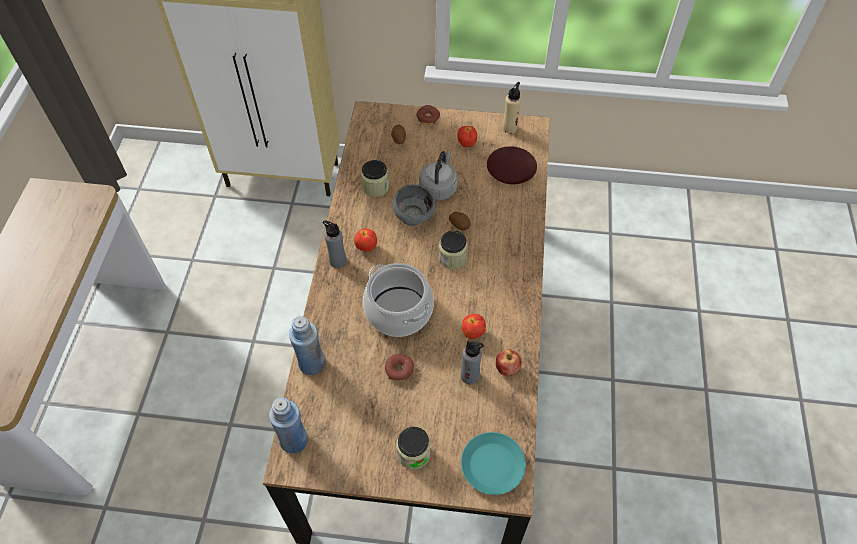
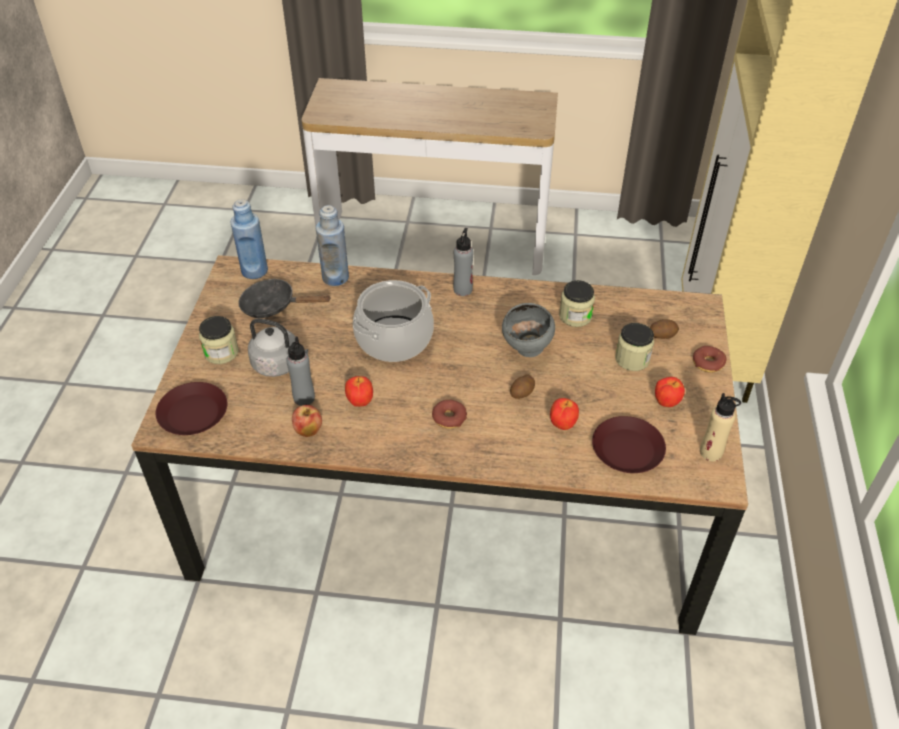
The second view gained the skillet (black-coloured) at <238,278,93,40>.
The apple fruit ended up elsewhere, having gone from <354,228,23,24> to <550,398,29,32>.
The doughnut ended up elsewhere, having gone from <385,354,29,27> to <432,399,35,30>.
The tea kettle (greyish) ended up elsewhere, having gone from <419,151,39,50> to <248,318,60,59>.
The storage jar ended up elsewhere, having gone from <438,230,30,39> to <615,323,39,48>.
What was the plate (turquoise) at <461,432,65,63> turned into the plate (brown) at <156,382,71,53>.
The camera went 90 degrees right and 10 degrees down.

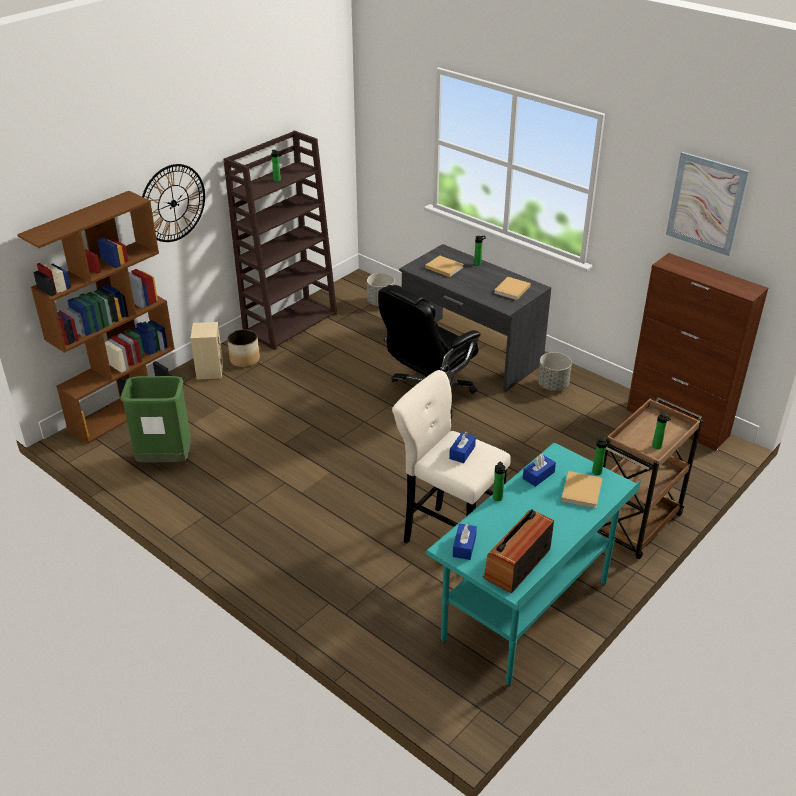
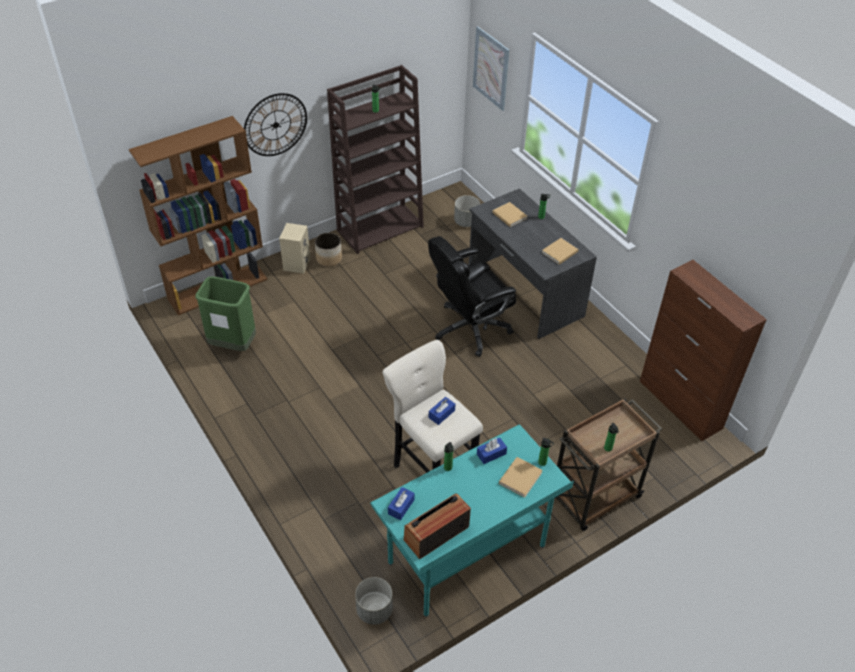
The flower pot (greyish) ended up elsewhere, having gone from <538,352,34,39> to <355,577,38,48>.
The wall art ended up elsewhere, having gone from <666,152,83,104> to <473,26,37,85>.
The camera went 15 degrees right and 10 degrees up.

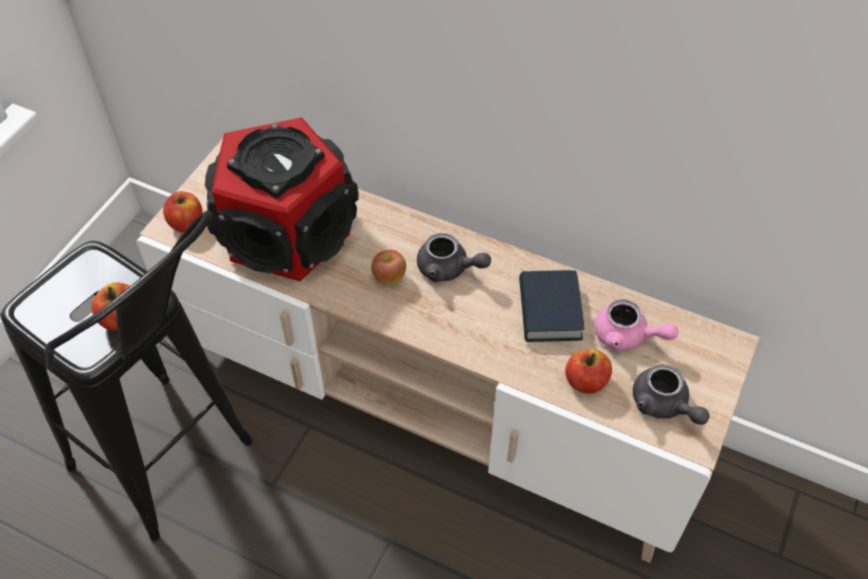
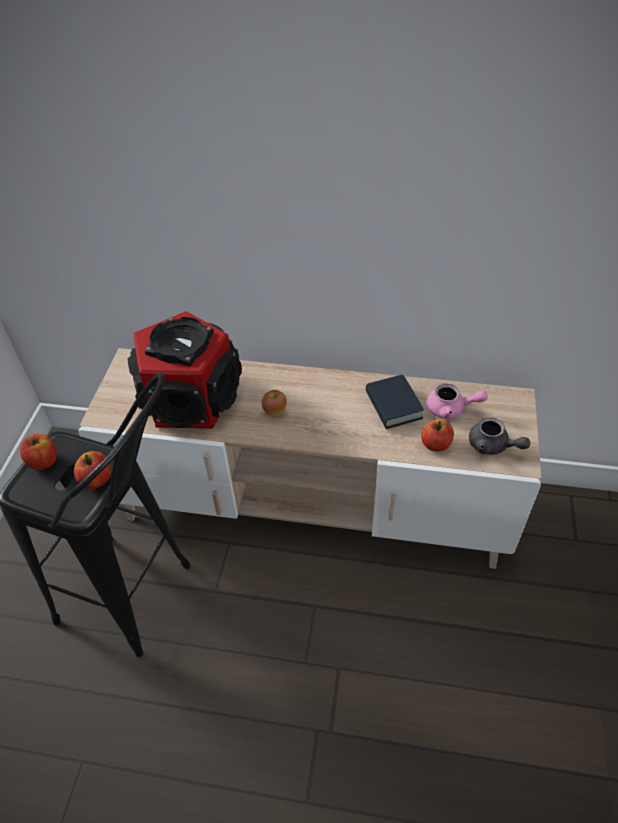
The second view lost the tea pot (greyish) at <417,233,74,49>.
The apple fruit ended up elsewhere, having gone from <163,191,40,42> to <20,434,37,36>.
The camera went 15 degrees left and 5 degrees down.

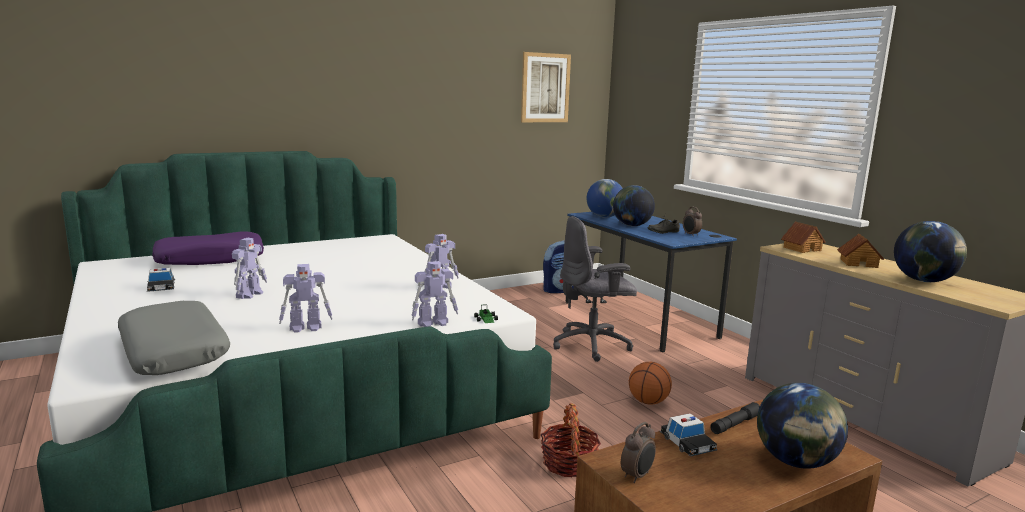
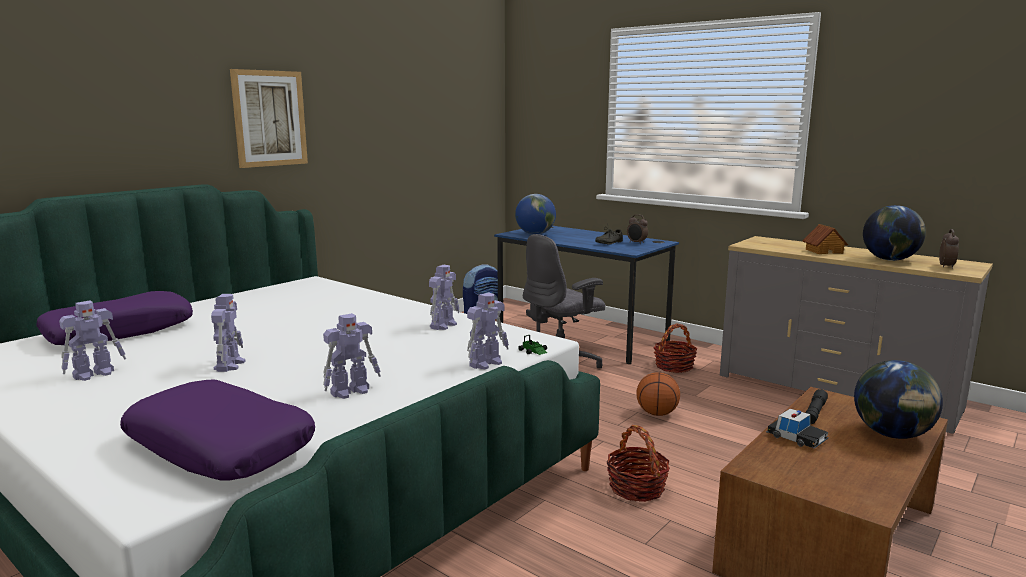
The second view lost the globe at <613,185,42,41>.
The second view lost the toy house at <781,222,45,31>.
The second view gained the storage basket at <654,323,43,50>.
The wall art ended up elsewhere, having gone from <521,52,50,70> to <230,69,78,99>.
The alarm clock ended up elsewhere, having gone from <621,422,35,61> to <939,229,20,40>.
Where the model car stood at <147,268,28,24>, the toy robot came to stand at <59,300,67,81>.
What was the pillow (greyish) at <118,301,112,74> turned into the pillow (purple) at <120,380,195,101>.
The camera went 20 degrees left and 0 degrees up.

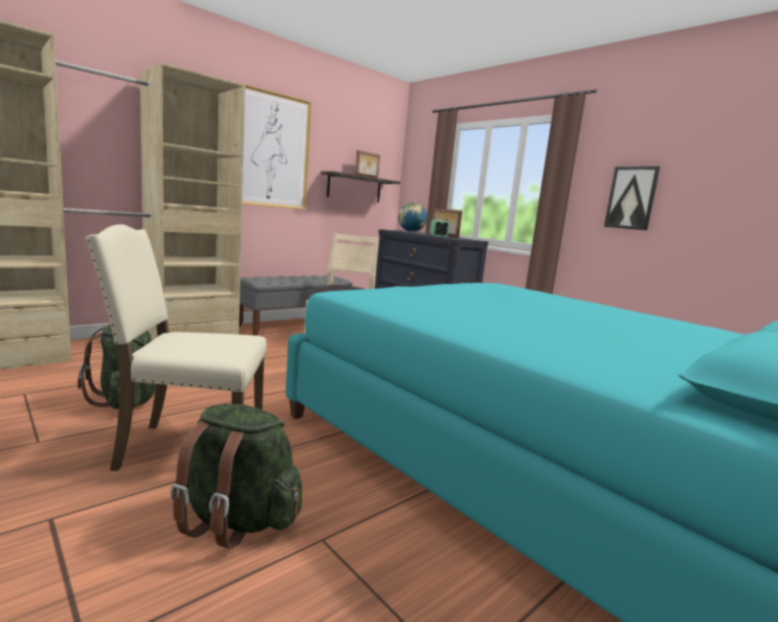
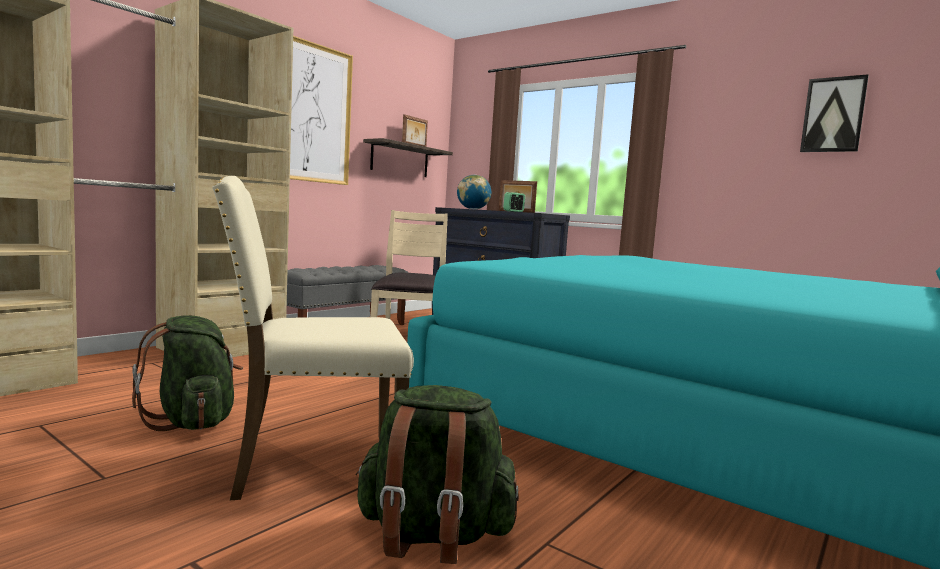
The wall art ended up elsewhere, having gone from <604,166,56,64> to <800,74,69,78>.
The camera went 10 degrees left and 5 degrees down.

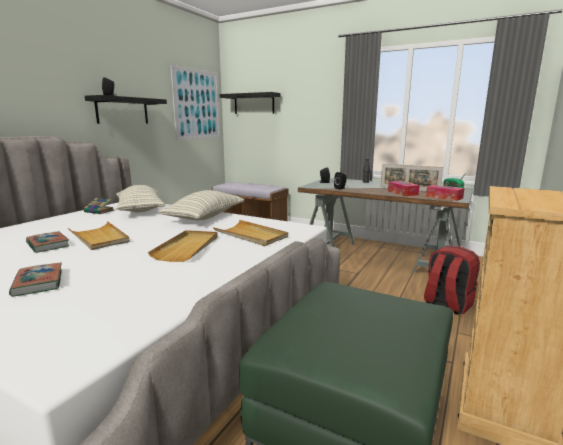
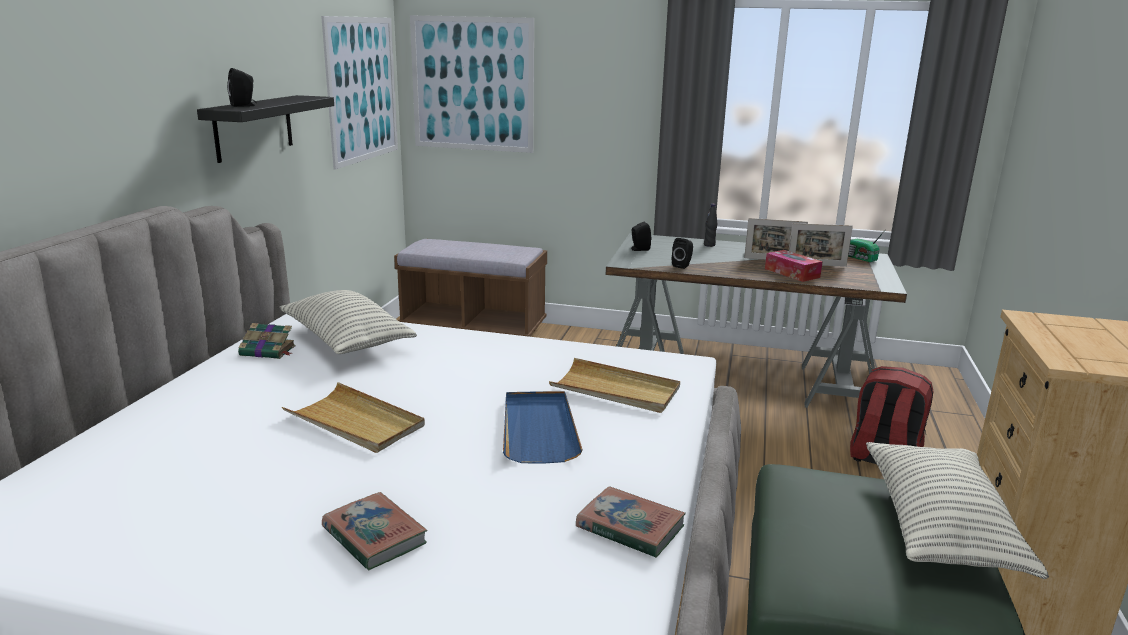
The second view lost the tissue holder at <426,185,39,16>.
The bound book ended up elsewhere, having gone from <26,231,44,22> to <576,486,110,72>.
The pillow ended up elsewhere, having gone from <158,190,86,30> to <866,442,183,137>.
Where the shelf (black-coloured) hung at <219,92,62,22>, the wall art came to hang at <410,15,124,138>.
What was the carrying tray (sand-coloured) at <148,230,70,32> turned into the carrying tray (blue-coloured) at <503,391,80,73>.
The camera went 15 degrees left and 5 degrees up.

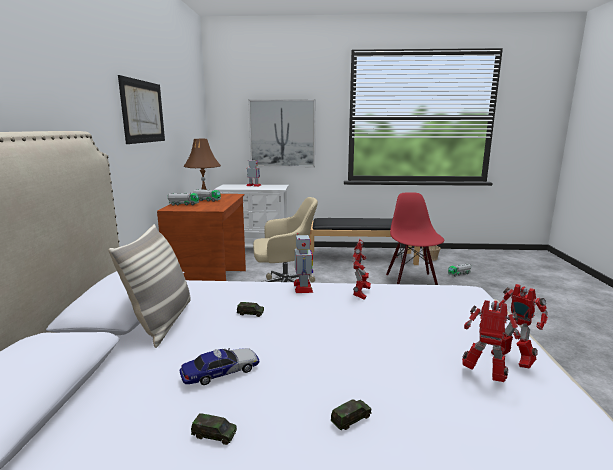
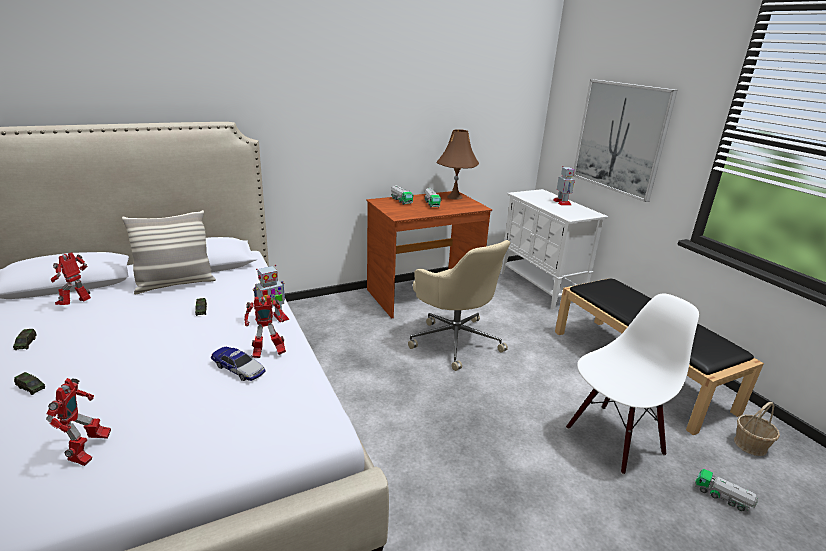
The second view lost the wall art at <118,75,47,69>.
The model car ended up elsewhere, having gone from <180,348,79,37> to <211,347,55,34>.
The toy robot ended up elsewhere, having gone from <491,284,57,85> to <51,252,40,53>.
What was the upright chair (reddish) at <386,192,58,93> turned into the upright chair (white-coloured) at <566,294,133,181>.
The camera went 60 degrees right and 10 degrees up.

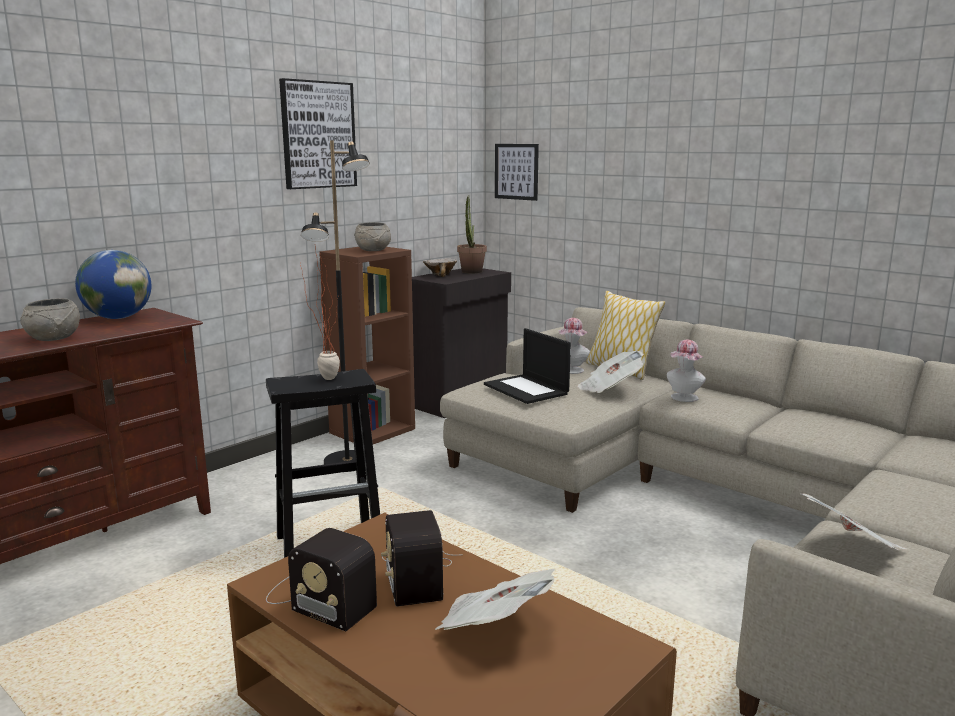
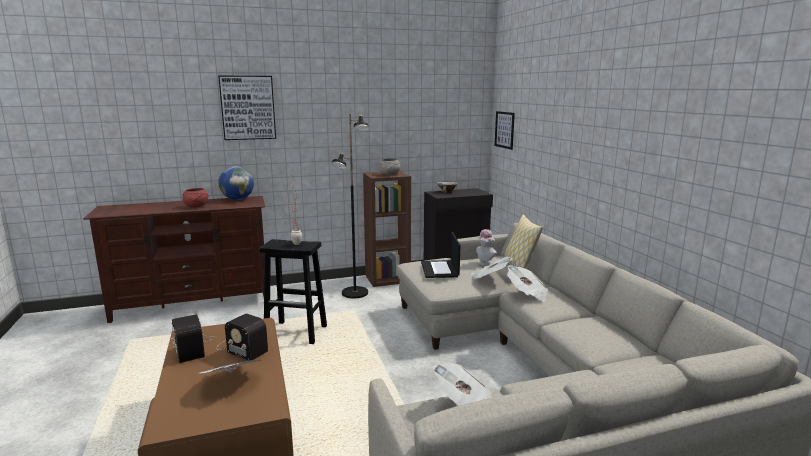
The second view lost the plant in a pot at <457,195,30,78>.
The wall art ended up elsewhere, having gone from <279,78,78,111> to <218,76,58,64>.
Where the hat stood at <667,340,39,62>, the newspaper came to stand at <507,265,41,37>.
What was the bowl (greyish) at <20,298,60,43> turned into the bowl (reddish) at <182,188,26,20>.
The radio set at <381,510,78,96> ended up facing another way, 75 degrees counterclockwise from before.
The camera went 30 degrees right and 0 degrees up.

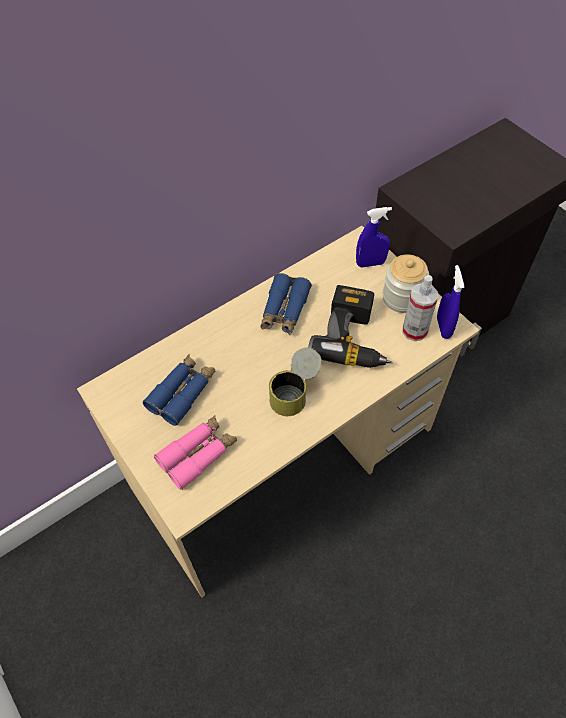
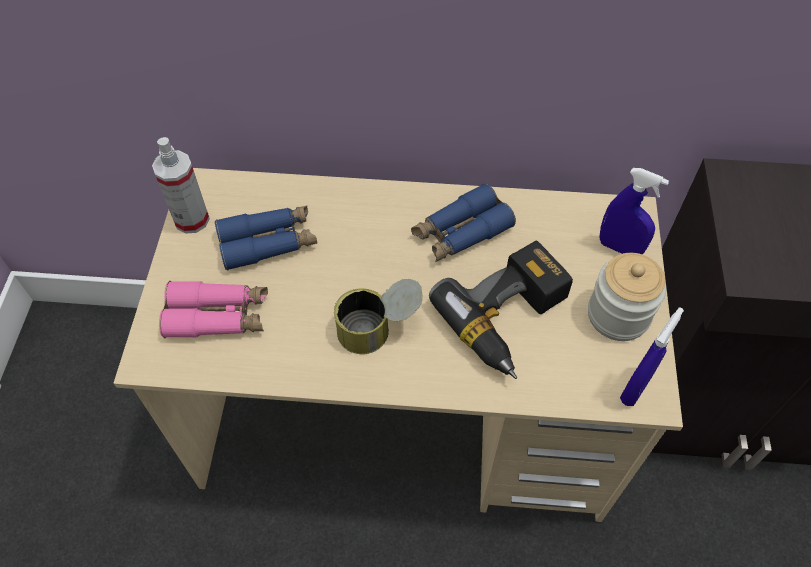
The hand sprayer ended up elsewhere, having gone from <403,275,35,67> to <152,137,58,97>.
The camera went 40 degrees right and 0 degrees up.

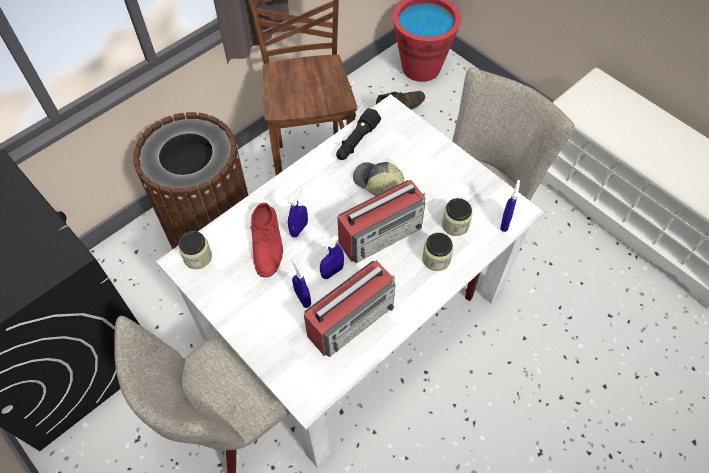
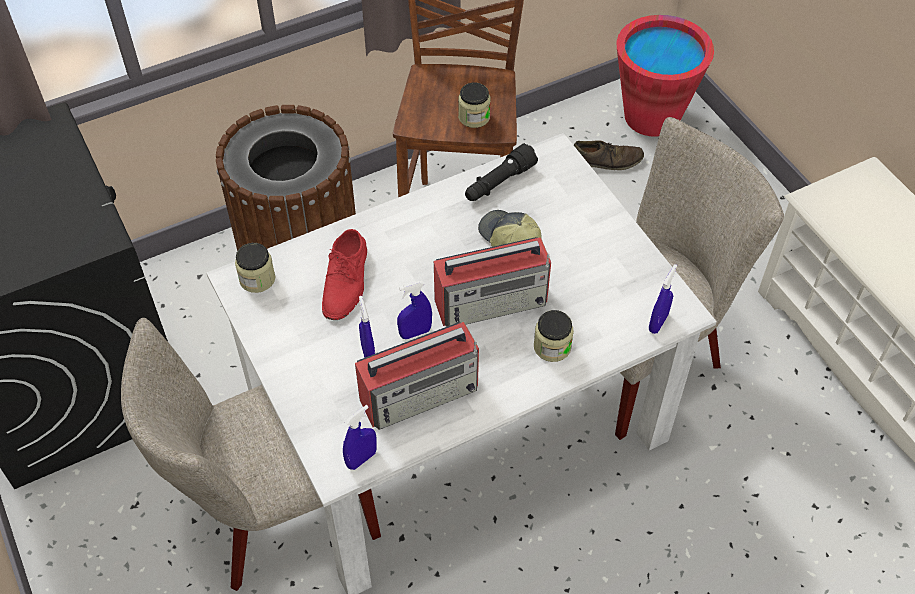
The hand sprayer (blue-coloured) ended up elsewhere, having gone from <288,187,20,50> to <343,405,34,65>.
The storage jar ended up elsewhere, having gone from <442,198,30,38> to <458,83,33,45>.
The camera went 15 degrees right and 5 degrees down.

